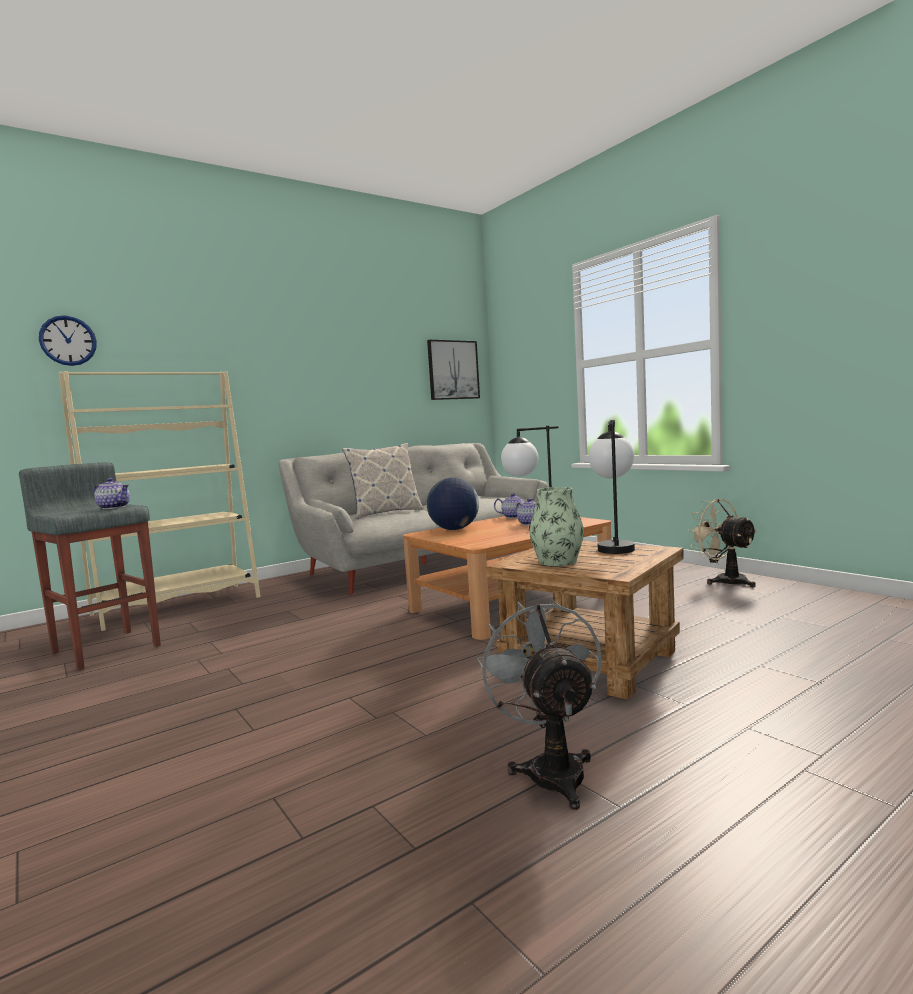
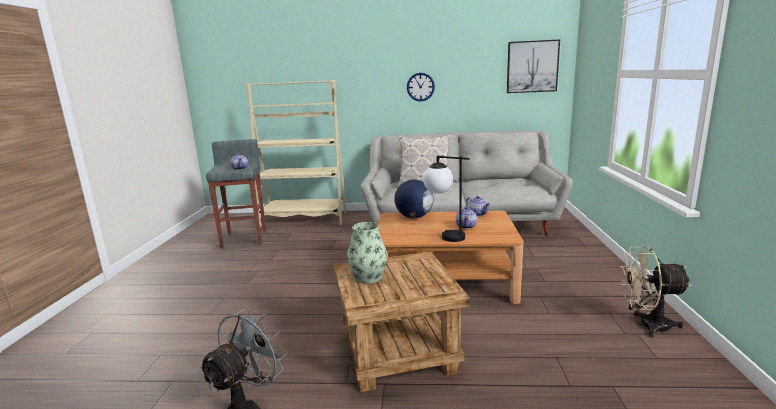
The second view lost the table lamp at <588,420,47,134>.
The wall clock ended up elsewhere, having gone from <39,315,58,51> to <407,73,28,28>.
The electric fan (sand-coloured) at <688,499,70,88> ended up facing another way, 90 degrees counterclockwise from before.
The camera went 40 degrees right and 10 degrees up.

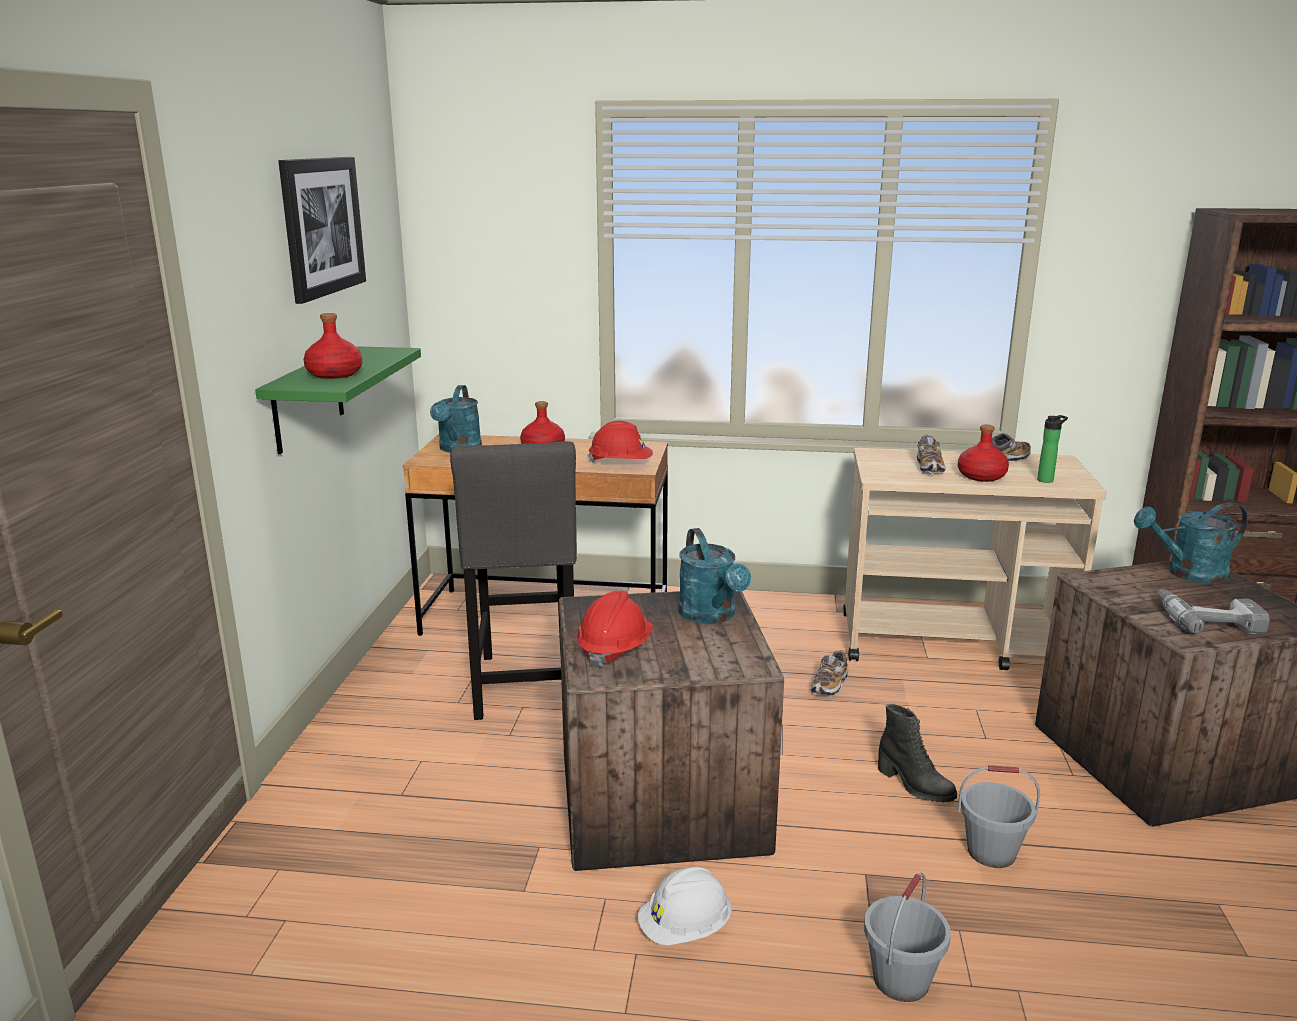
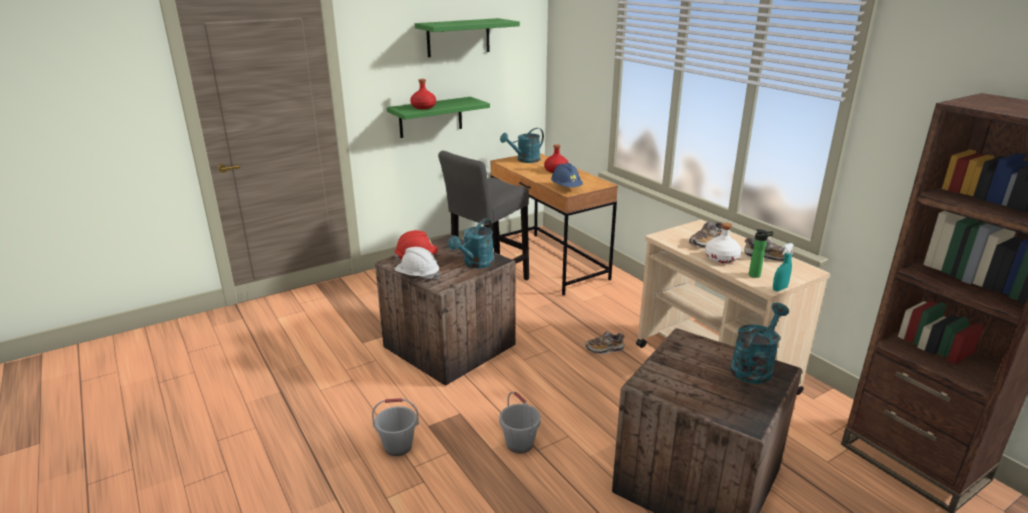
The second view lost the boot (black-coloured) at <878,704,79,98>.
The second view lost the drill at <1157,589,113,46>.
The second view gained the hand sprayer (turquoise) at <773,243,21,48>.
The hard hat (white-coloured) ended up elsewhere, having gone from <638,867,94,79> to <394,247,46,32>.
Where the wall art hung at <278,157,88,147>, the shelf (green-coloured) came to hang at <415,18,105,39>.
What was the hard hat (reddish) at <588,421,65,42> turned into the hard hat (blue-coloured) at <551,163,32,24>.
What was the bottle (reddish) at <958,425,51,57> turned into the bottle (white-coloured) at <705,223,36,40>.
The watering can (turquoise) at <1134,502,114,82> ended up facing another way, 90 degrees clockwise from before.
The camera went 50 degrees right and 5 degrees up.

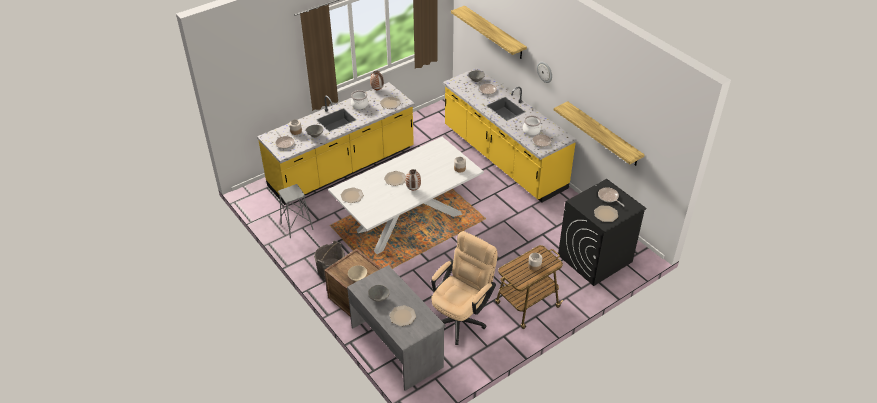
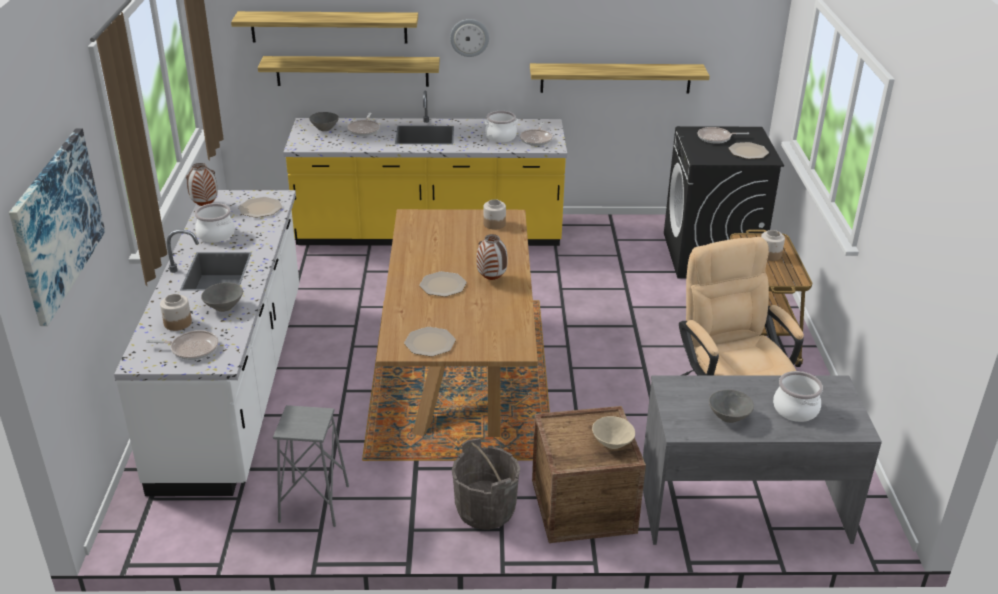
The second view gained the wall art at <9,129,96,197>.
The second view gained the shelf at <258,56,182,31>.
Where the plate stood at <389,305,27,21>, the stockpot came to stand at <773,371,50,51>.
What was the kitchen base unit (yellowish) at <257,82,158,123> turned into the kitchen base unit (white-coloured) at <114,190,185,306>.
What was the kitchen table (white-coloured) at <328,137,156,117> turned into the kitchen table (brown) at <376,209,162,228>.
The camera went 55 degrees left and 10 degrees down.

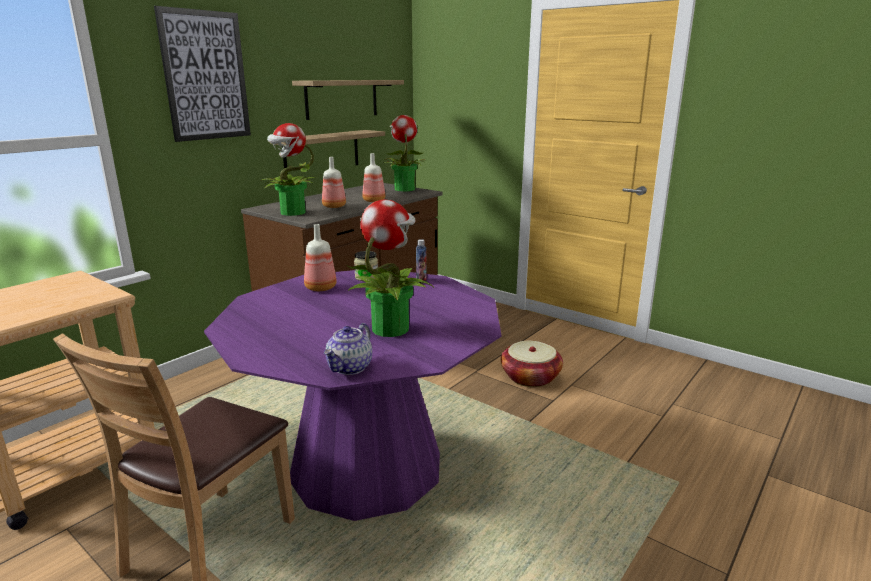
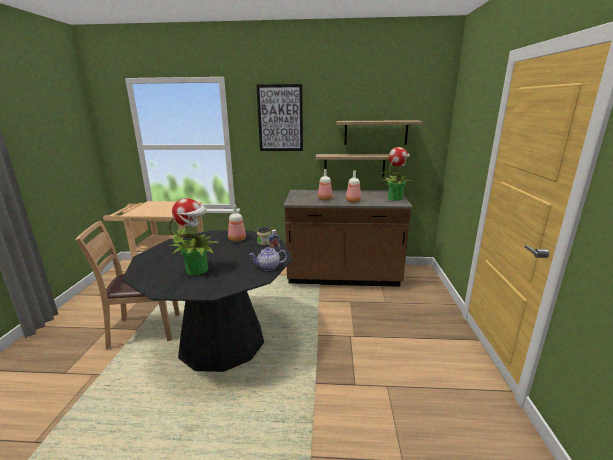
The second view lost the plant in a pot at <260,123,56,93>.
The second view lost the storage basket at <501,341,62,46>.
The tea pot ended up elsewhere, having gone from <324,323,48,52> to <249,247,38,24>.
What was the kitchen table (purple) at <204,270,297,251> turned into the kitchen table (black-coloured) at <122,230,171,142>.
The camera went 55 degrees right and 0 degrees up.

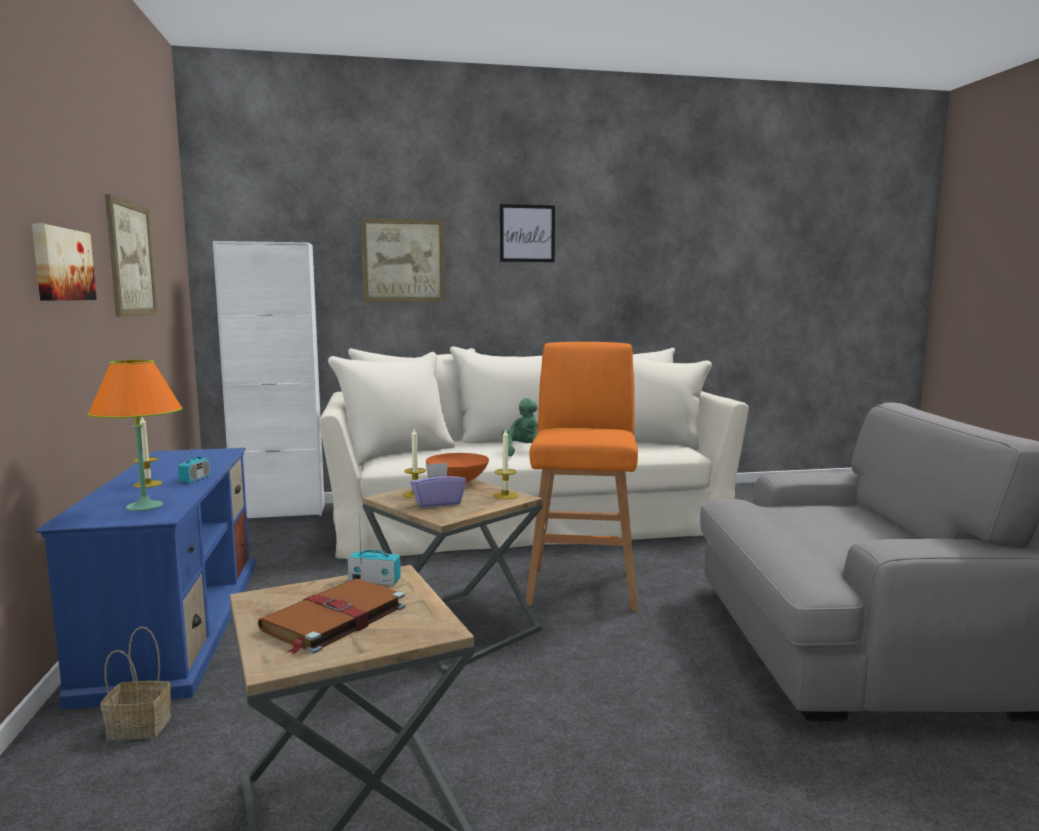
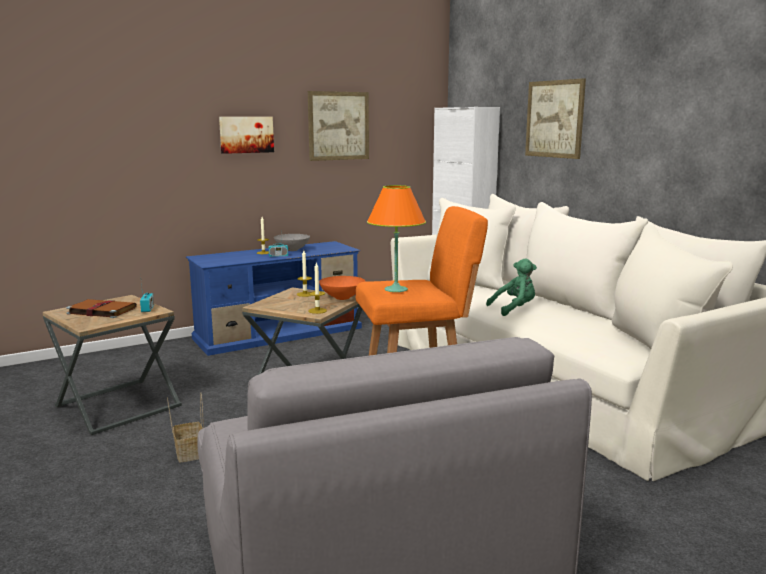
The second view lost the tissue holder (purple) at <410,463,56,45>.
The second view lost the wall art at <500,204,55,58>.
The second view gained the bowl (greyish) at <274,234,36,17>.
The table lamp (orangey) ended up elsewhere, having gone from <88,360,94,151> to <367,185,59,107>.
The storage basket ended up elsewhere, having gone from <100,626,71,114> to <167,393,37,69>.
The camera went 70 degrees right and 5 degrees up.

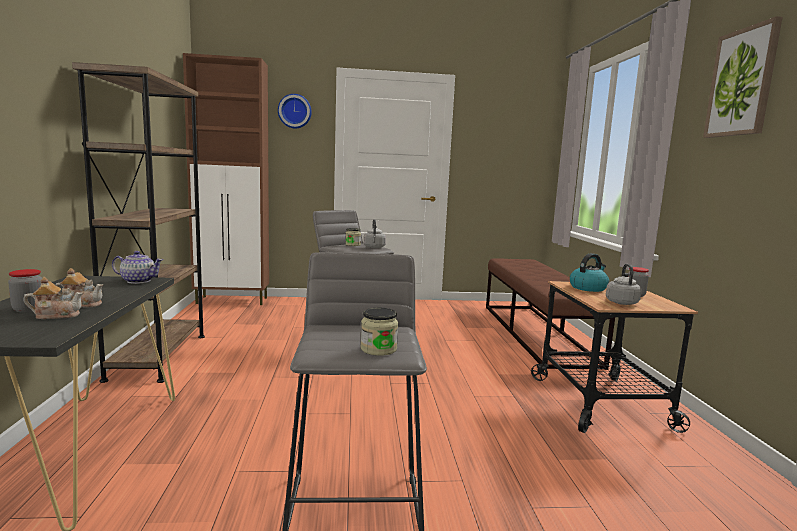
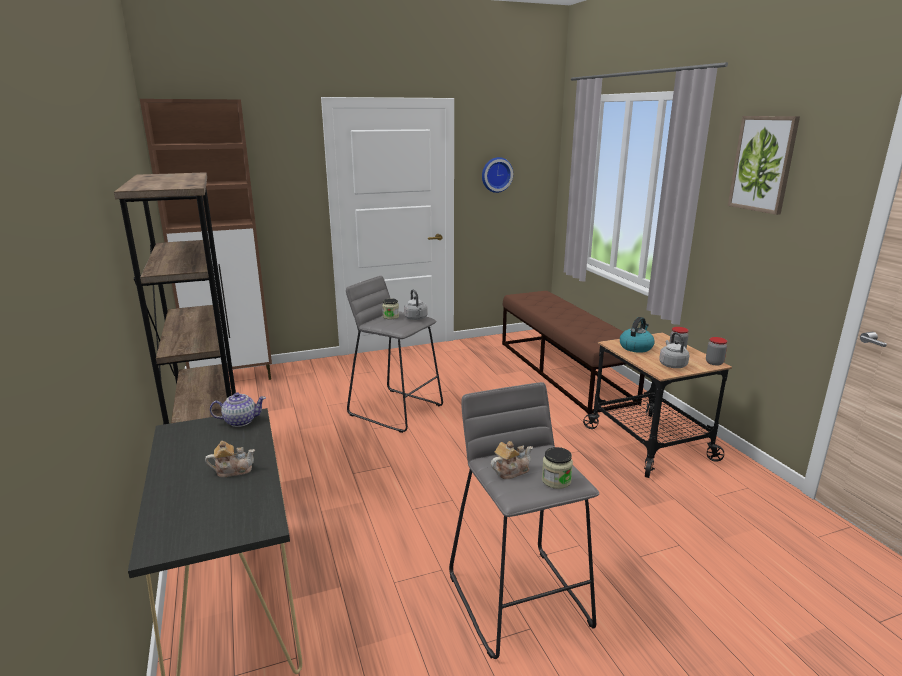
The storage jar ended up elsewhere, having gone from <8,269,34,43> to <706,337,21,29>.
The tea pot ended up elsewhere, having gone from <23,277,60,42> to <491,441,42,38>.
The wall clock ended up elsewhere, having gone from <278,94,34,34> to <482,157,31,36>.
The camera went 15 degrees left and 10 degrees up.

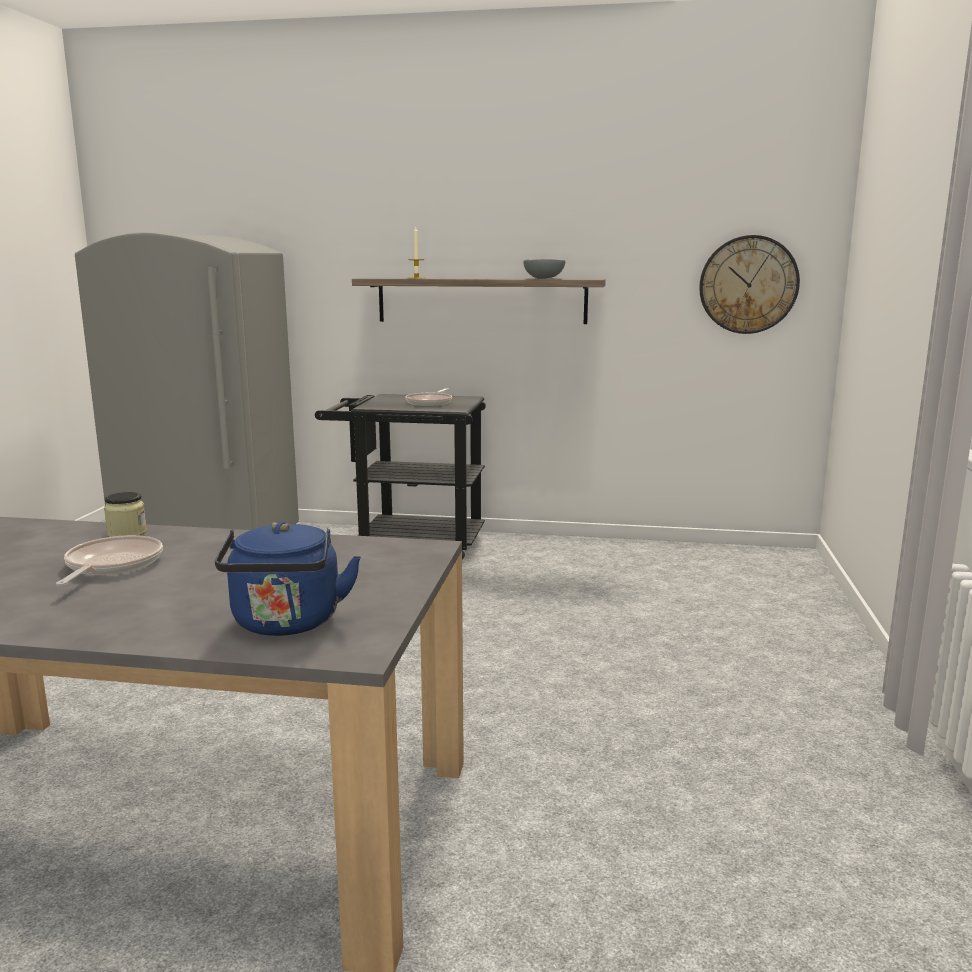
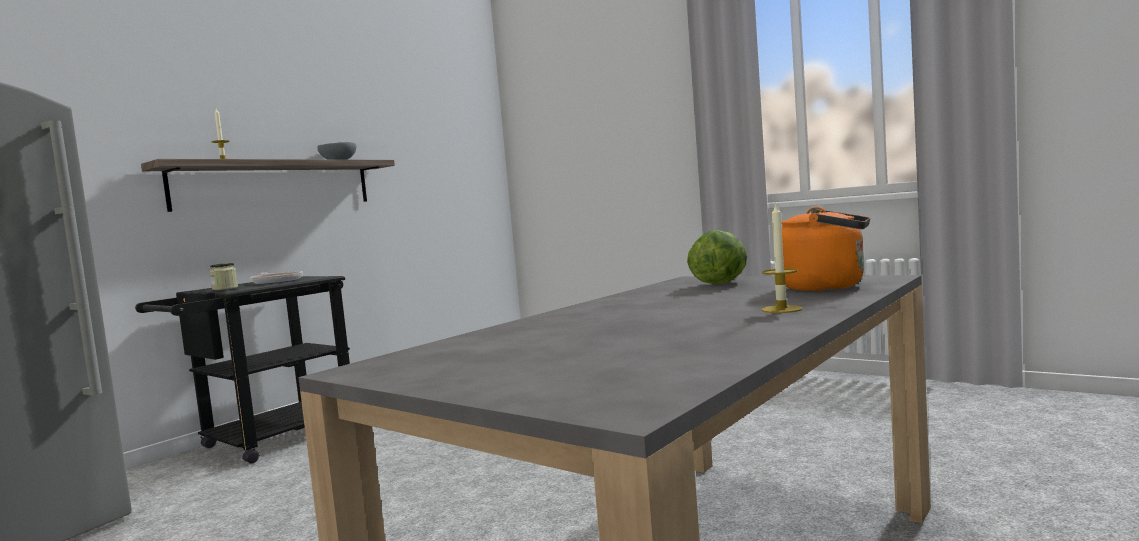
The second view lost the skillet at <56,535,107,51>.
The second view lost the wall clock at <699,235,101,99>.
The second view gained the lettuce at <687,230,60,55>.
The second view gained the candle at <761,202,42,111>.
The storage jar ended up elsewhere, having gone from <104,492,43,45> to <210,263,28,27>.
What was the tea kettle (blue-coloured) at <215,521,146,115> turned into the tea kettle (orangey) at <781,207,89,84>.
The camera went 60 degrees left and 10 degrees down.

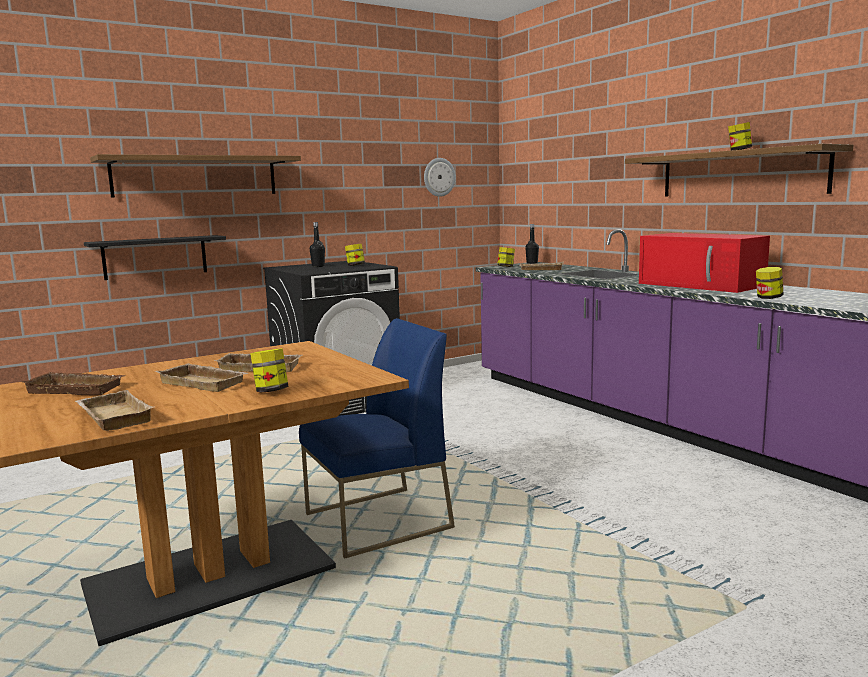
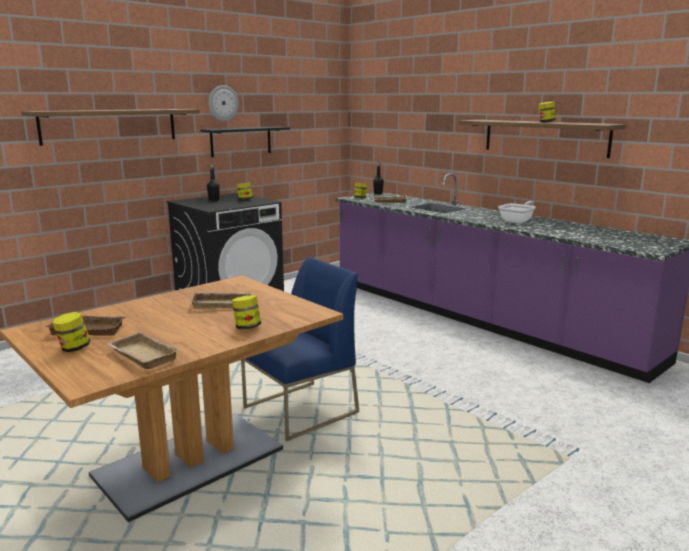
The second view lost the carrying tray (sand-coloured) at <155,363,93,29>.
The shelf (black-coloured) ended up elsewhere, having gone from <84,235,142,45> to <200,126,90,31>.
The wall clock ended up elsewhere, having gone from <424,158,32,39> to <209,85,30,36>.
The storage jar ended up elsewhere, having gone from <756,267,28,32> to <52,312,38,40>.
Where the kitchen microwave (reddish) stood at <639,233,131,60>, the skillet came to stand at <498,201,38,23>.
The camera went 10 degrees left and 5 degrees up.

